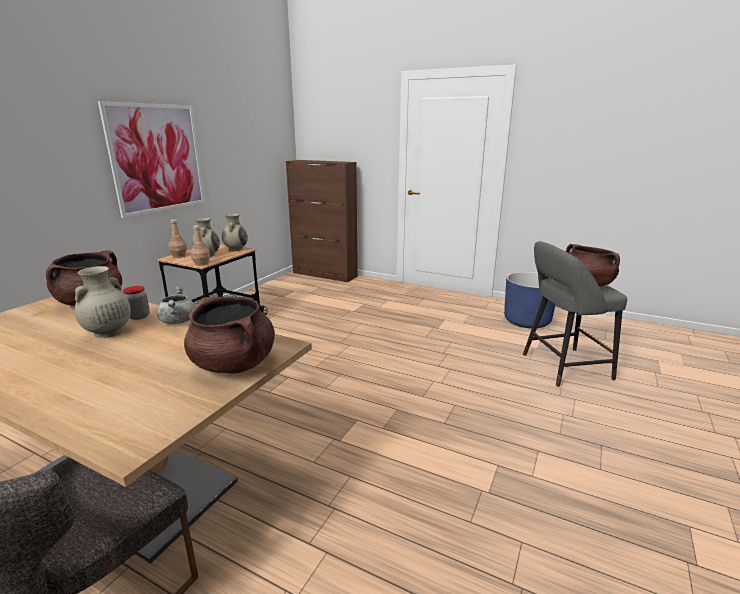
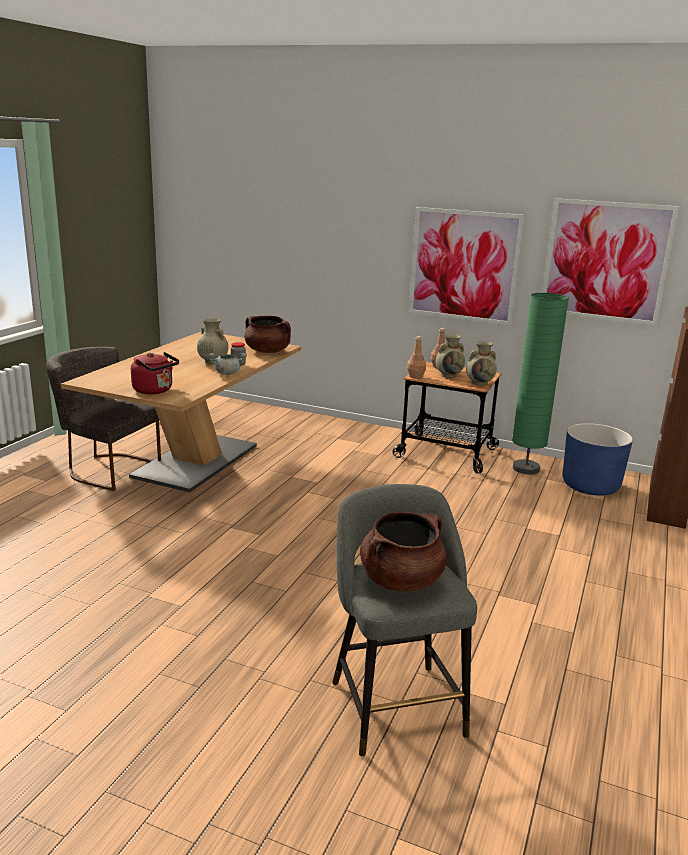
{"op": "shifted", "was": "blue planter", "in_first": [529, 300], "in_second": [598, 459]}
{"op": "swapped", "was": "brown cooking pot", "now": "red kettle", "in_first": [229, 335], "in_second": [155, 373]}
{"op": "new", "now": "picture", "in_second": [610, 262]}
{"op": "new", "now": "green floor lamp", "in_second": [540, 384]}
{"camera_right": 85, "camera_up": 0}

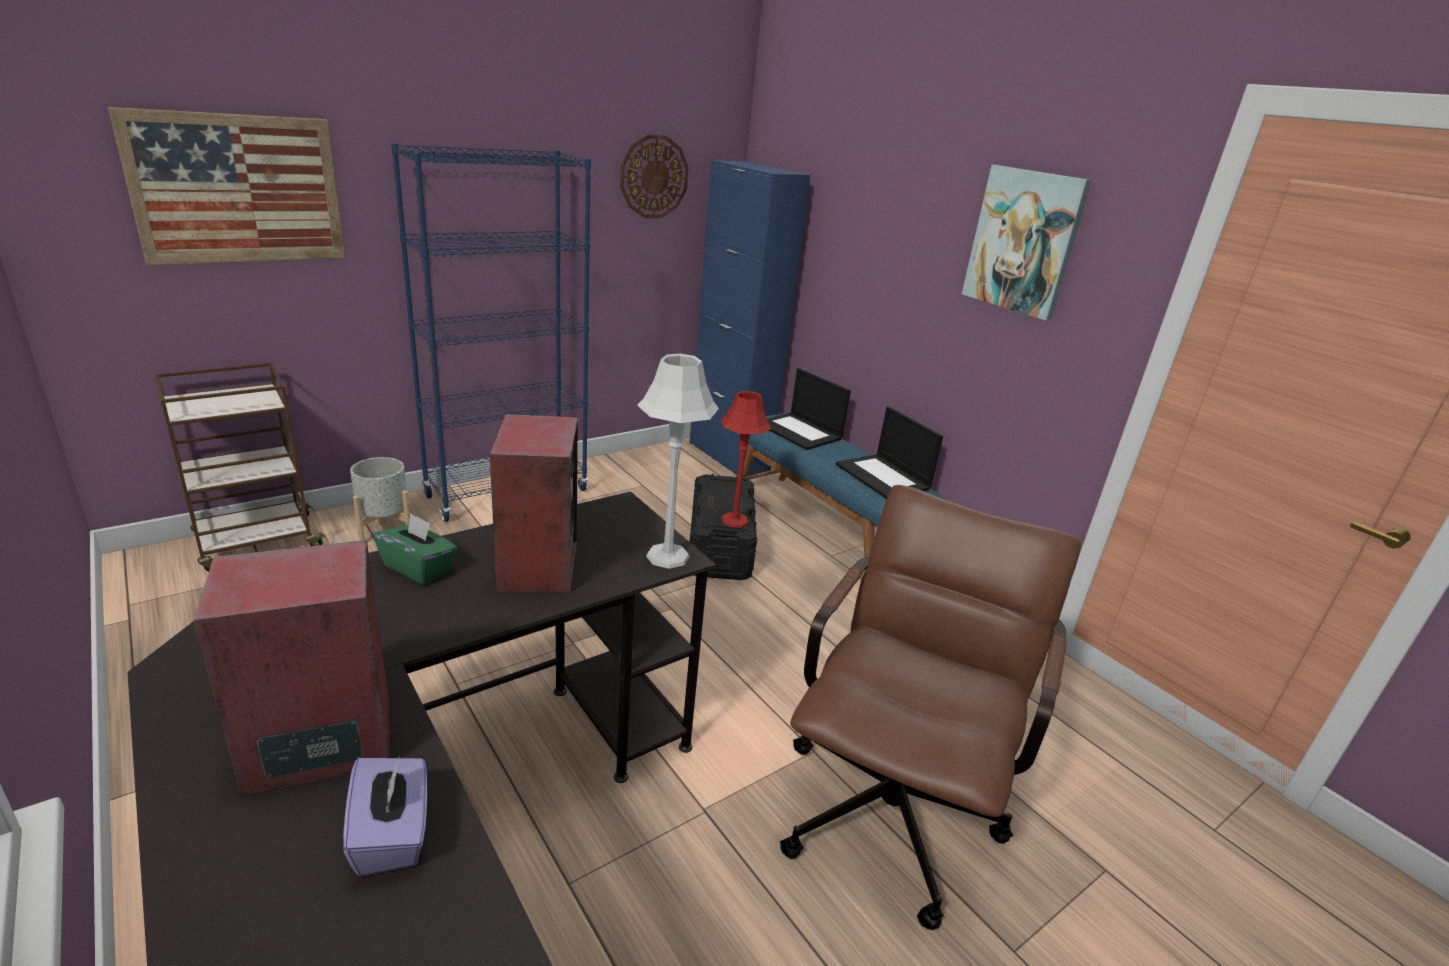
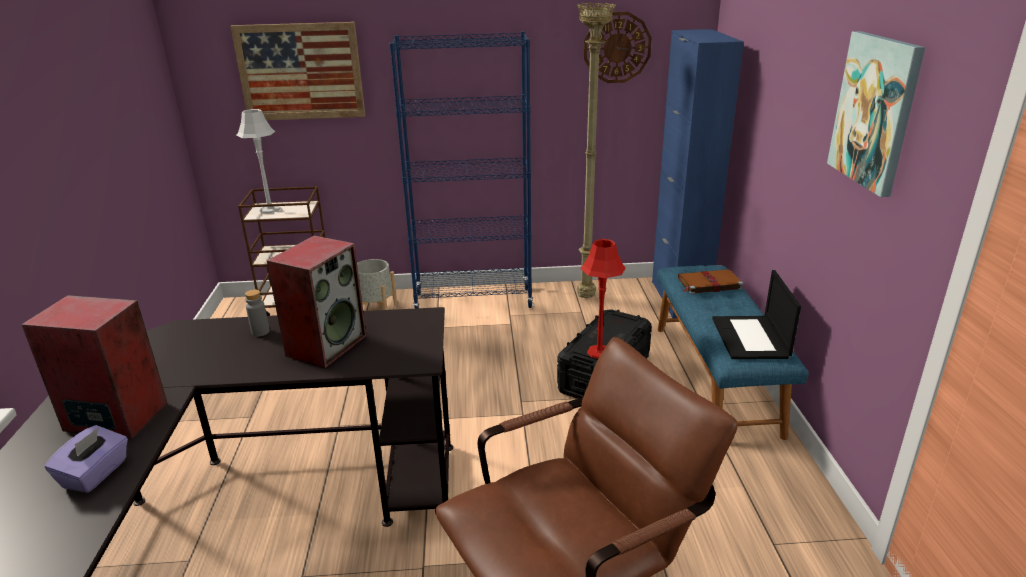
{"op": "shifted", "was": "grey table lamp", "in_first": [678, 461], "in_second": [258, 161]}
{"op": "swapped", "was": "laptop", "now": "brown book", "in_first": [809, 409], "in_second": [710, 281]}
{"op": "swapped", "was": "green tissue box", "now": "grey bottle", "in_first": [416, 549], "in_second": [257, 312]}
{"op": "new", "now": "beige floor lamp", "in_second": [596, 150]}
{"camera_right": 35, "camera_up": 0}

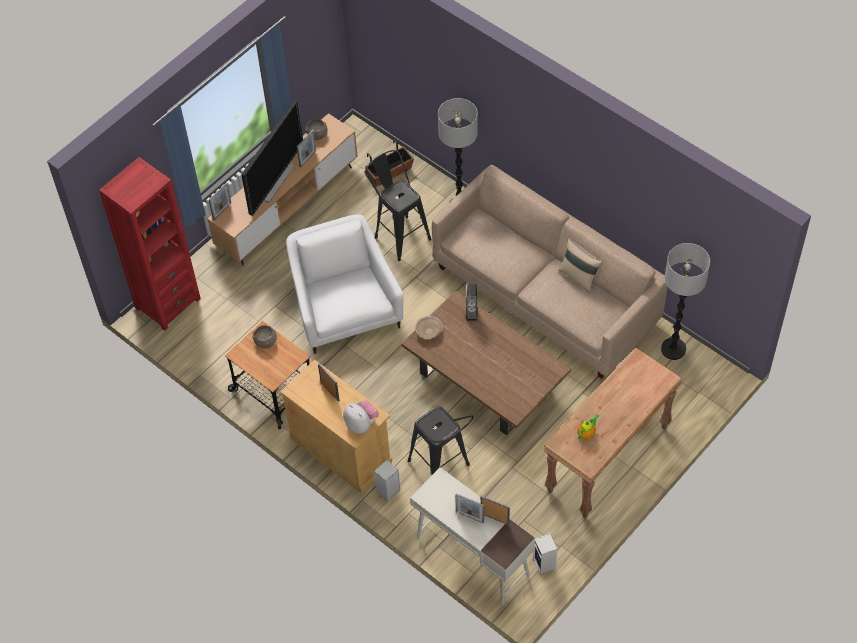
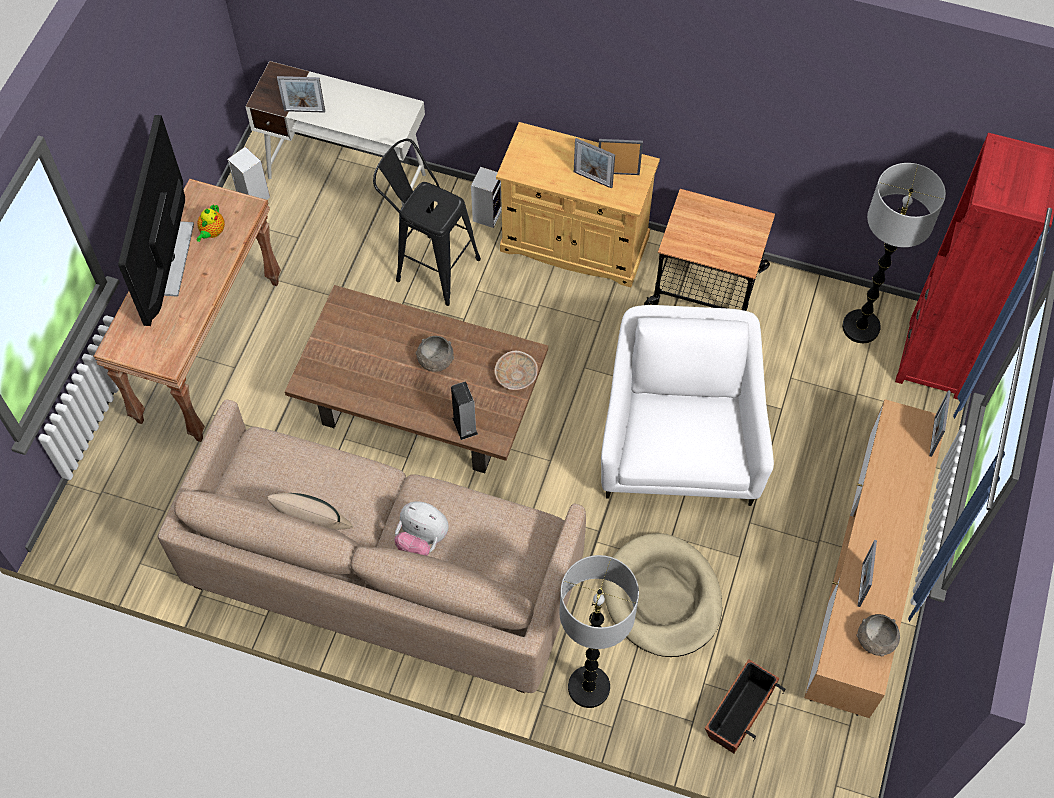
{"op": "shifted", "was": "television", "in_first": [272, 158], "in_second": [156, 220]}
{"op": "swapped", "was": "black stool", "now": "beige dog bed", "in_first": [398, 205], "in_second": [662, 595]}
{"op": "rotated", "was": "white armchair", "in_first": [345, 284], "in_second": [687, 405], "clockwise": -135}
{"op": "shifted", "was": "floor lamp", "in_first": [685, 301], "in_second": [894, 253]}
{"op": "shifted", "was": "grey bowl", "in_first": [264, 336], "in_second": [435, 354]}
{"op": "shifted", "was": "plush toy", "in_first": [361, 417], "in_second": [421, 528]}
{"op": "shifted", "was": "picture frame", "in_first": [469, 508], "in_second": [621, 157]}
{"camera_right": 155, "camera_up": 5}

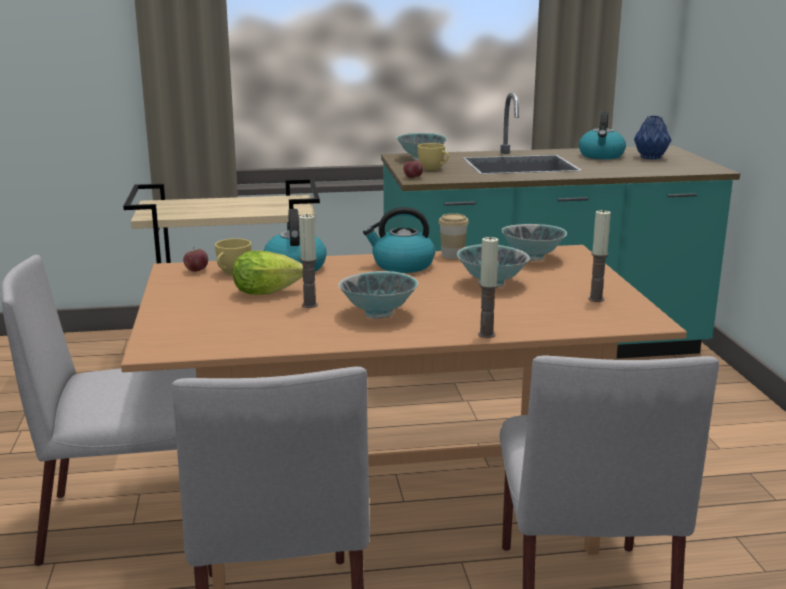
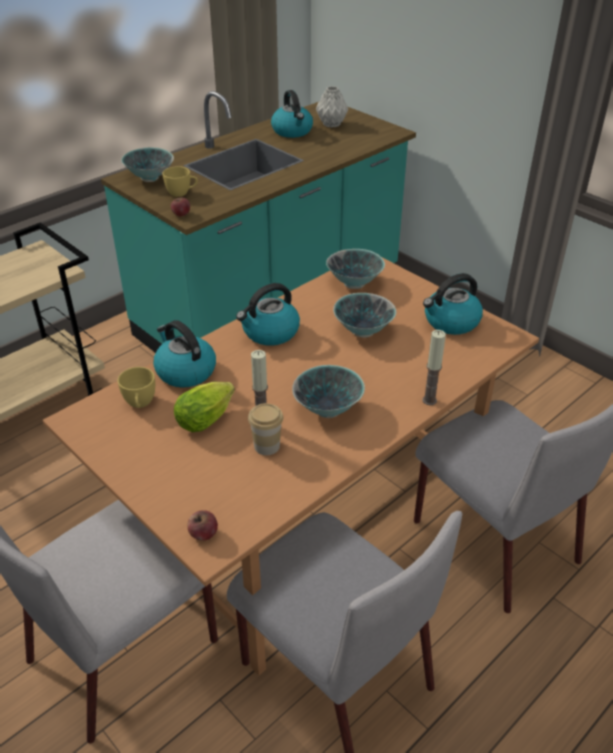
{"op": "repainted", "was": "blue vase", "now": "grey vase", "in_first": [653, 138], "in_second": [332, 107]}
{"op": "swapped", "was": "candle", "now": "kettle", "in_first": [599, 255], "in_second": [453, 304]}
{"op": "shifted", "was": "cup", "in_first": [453, 236], "in_second": [265, 429]}
{"op": "shifted", "was": "apple", "in_first": [195, 260], "in_second": [202, 525]}
{"camera_right": -35, "camera_up": 20}

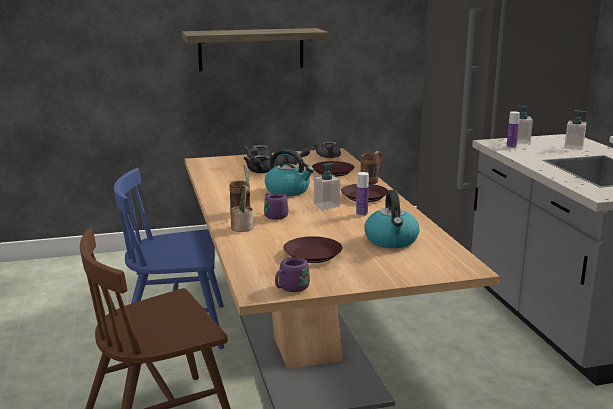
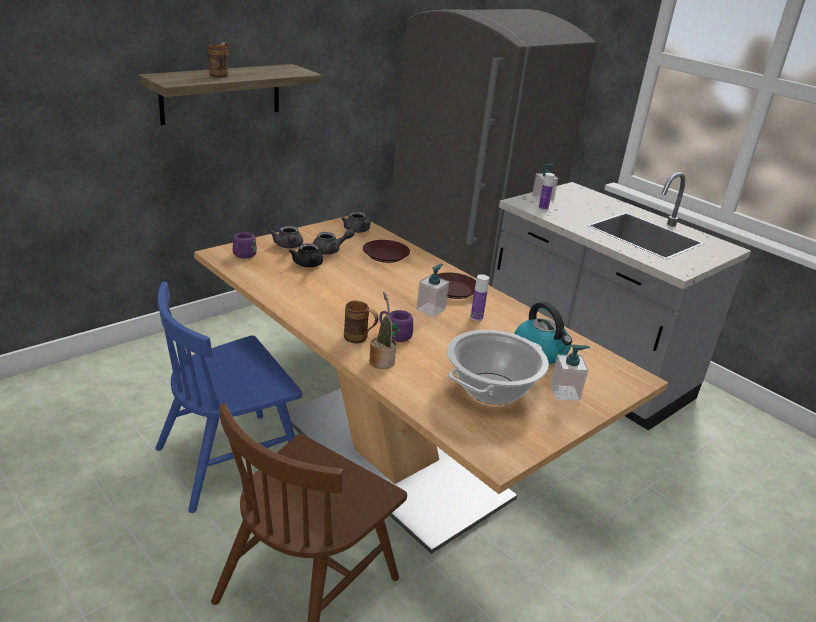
{"op": "shifted", "was": "soap dispenser", "in_first": [576, 130], "in_second": [570, 372]}
{"op": "gone", "was": "kettle", "in_first": [289, 172]}
{"op": "shifted", "was": "brown mug", "in_first": [372, 167], "in_second": [218, 60]}
{"op": "swapped", "was": "brown plate", "now": "cooking pot", "in_first": [313, 249], "in_second": [498, 367]}
{"op": "shifted", "was": "purple mug", "in_first": [292, 274], "in_second": [245, 245]}
{"camera_right": -30, "camera_up": 10}

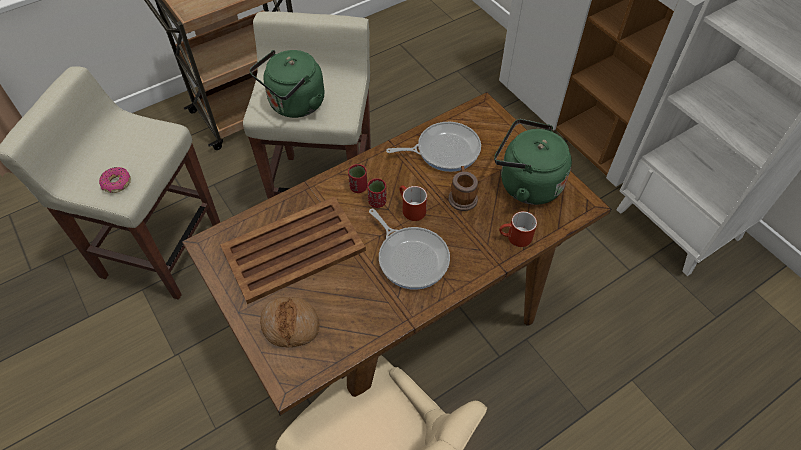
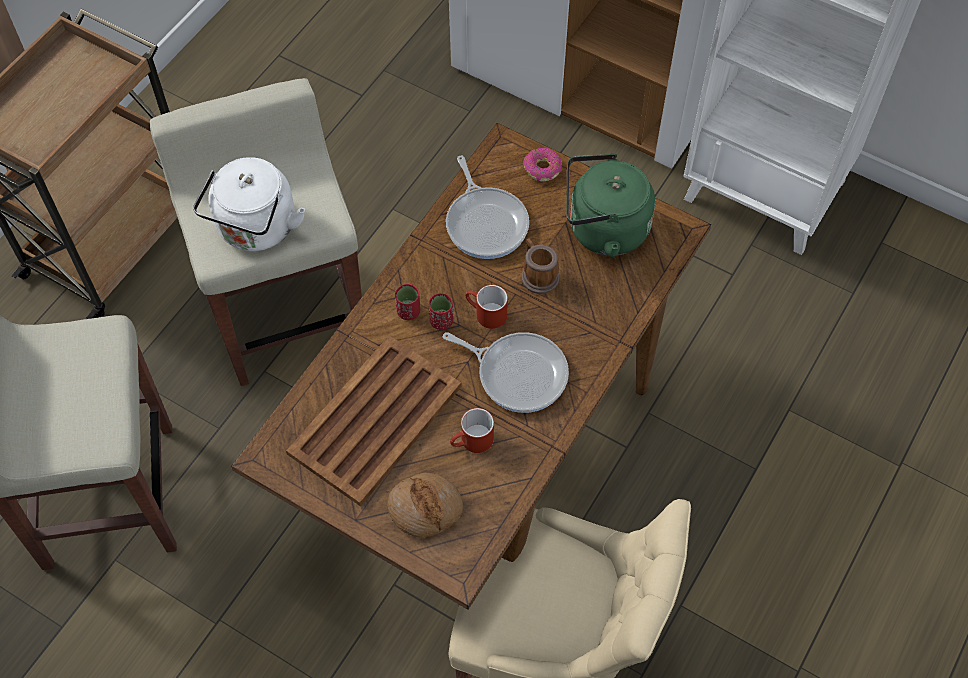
{"op": "repainted", "was": "green kettle", "now": "white kettle", "in_first": [286, 84], "in_second": [249, 204]}
{"op": "rotated", "was": "frying pan", "in_first": [433, 147], "in_second": [487, 207], "clockwise": 105}
{"op": "shifted", "was": "donut", "in_first": [115, 180], "in_second": [542, 164]}
{"op": "shifted", "was": "red mug", "in_first": [518, 229], "in_second": [472, 430]}
{"camera_right": -25, "camera_up": 5}

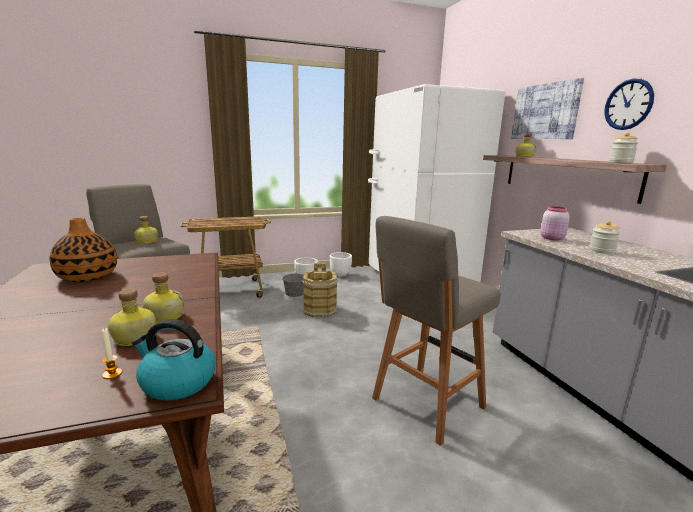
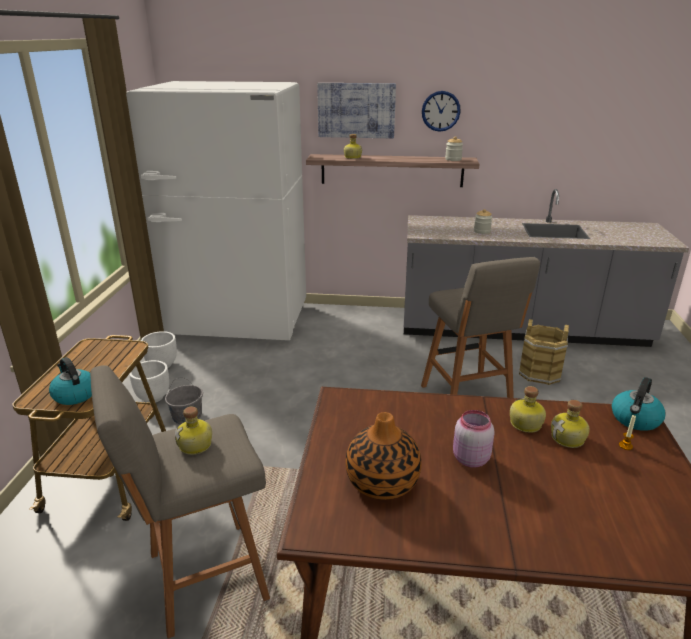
{"op": "shifted", "was": "pink jar", "in_first": [555, 223], "in_second": [473, 439]}
{"op": "shifted", "was": "brown bucket", "in_first": [320, 290], "in_second": [544, 352]}
{"op": "new", "now": "kettle", "in_second": [70, 381]}
{"camera_right": -65, "camera_up": 10}

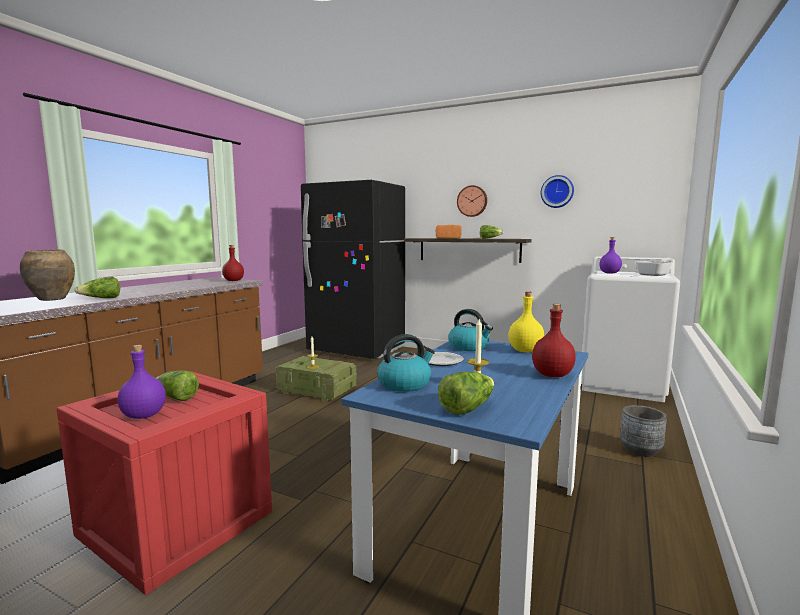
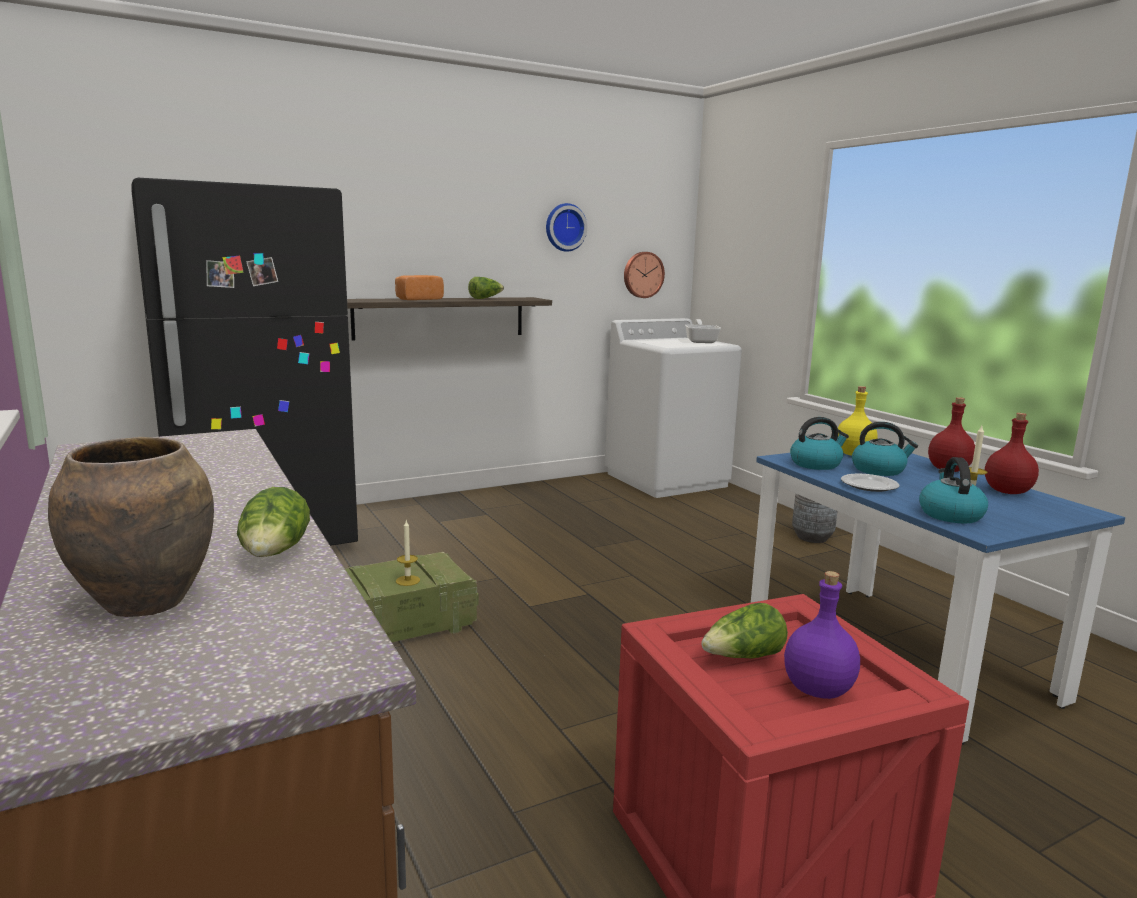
{"op": "shifted", "was": "wall clock", "in_first": [472, 201], "in_second": [644, 275]}
{"op": "gone", "was": "purple bottle", "in_first": [610, 255]}
{"op": "shifted", "was": "red bottle", "in_first": [233, 263], "in_second": [1012, 453]}
{"op": "gone", "was": "lettuce", "in_first": [466, 393]}
{"op": "new", "now": "kettle", "in_second": [885, 449]}
{"camera_right": -55, "camera_up": 5}

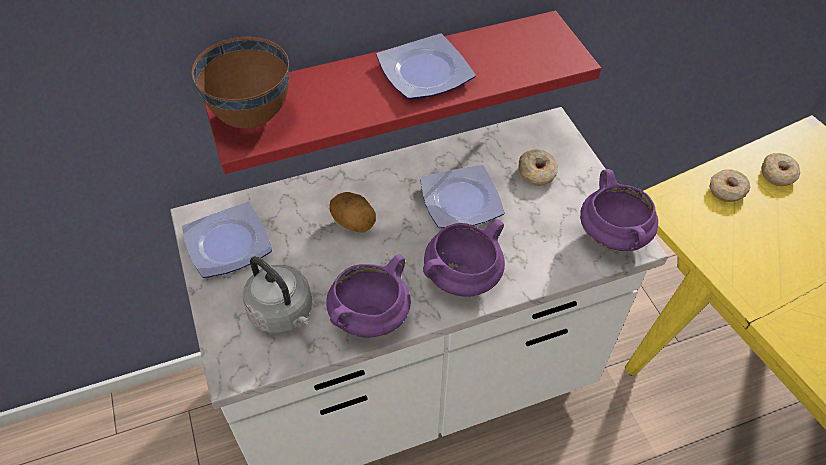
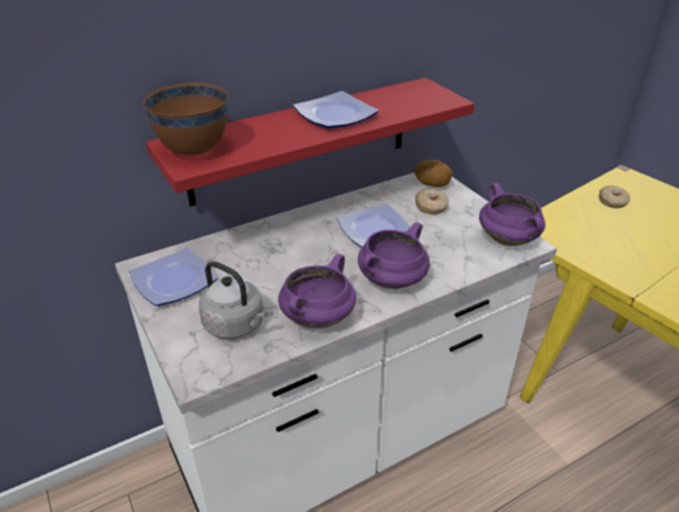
{"op": "gone", "was": "donut", "in_first": [729, 185]}
{"op": "shifted", "was": "potato", "in_first": [353, 212], "in_second": [433, 173]}
{"camera_right": -10, "camera_up": -15}

